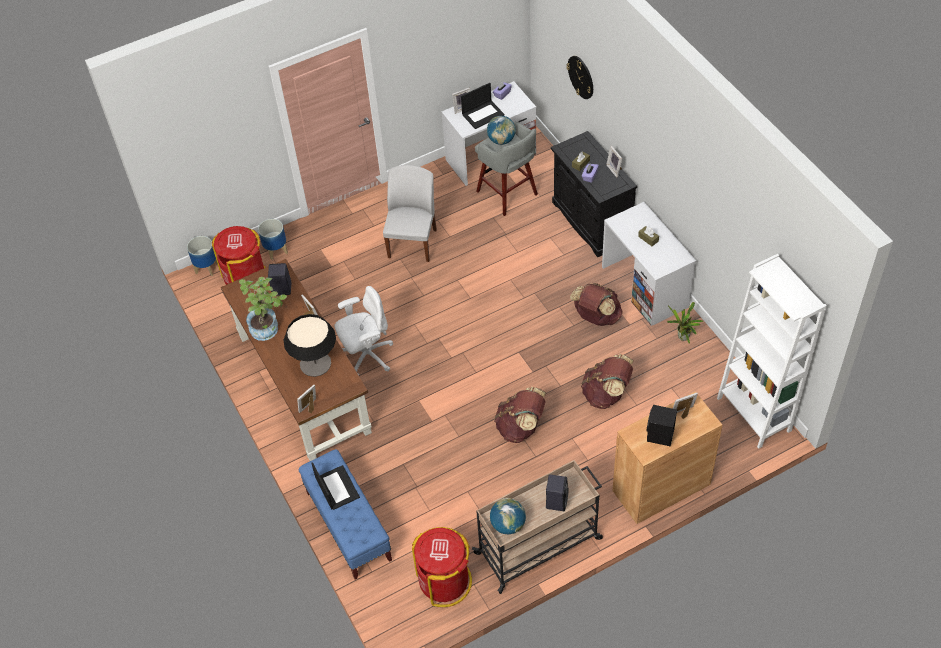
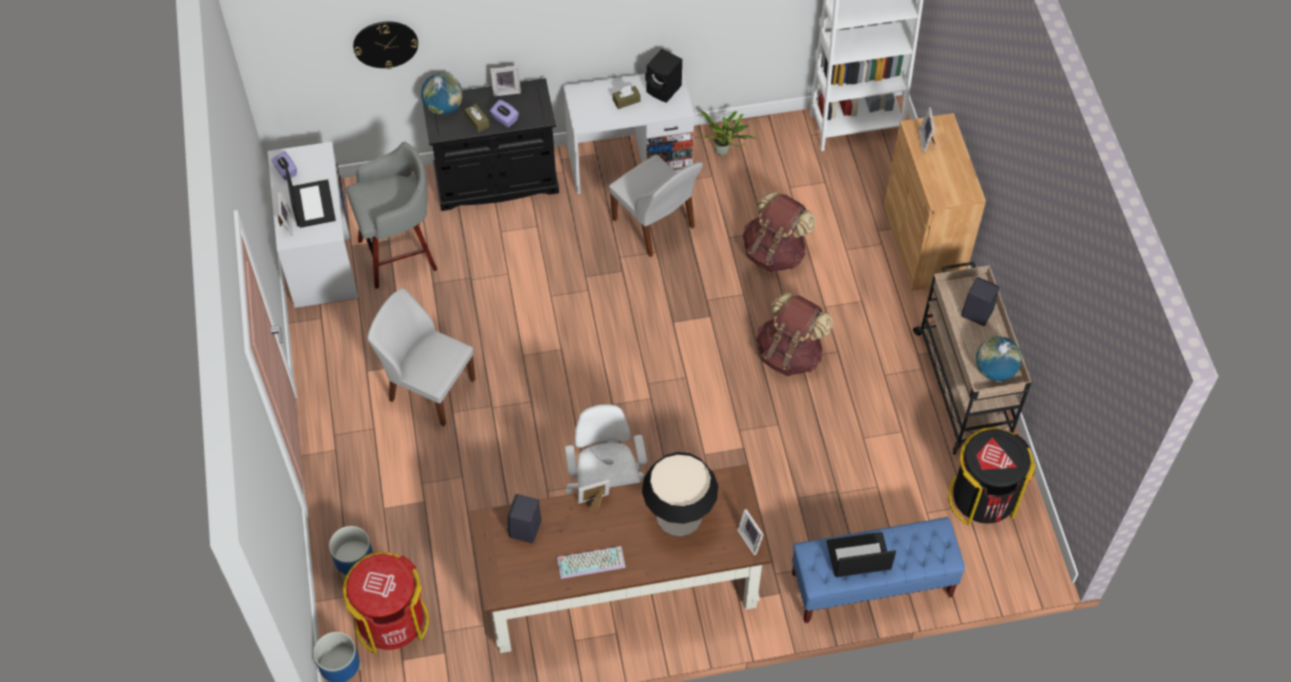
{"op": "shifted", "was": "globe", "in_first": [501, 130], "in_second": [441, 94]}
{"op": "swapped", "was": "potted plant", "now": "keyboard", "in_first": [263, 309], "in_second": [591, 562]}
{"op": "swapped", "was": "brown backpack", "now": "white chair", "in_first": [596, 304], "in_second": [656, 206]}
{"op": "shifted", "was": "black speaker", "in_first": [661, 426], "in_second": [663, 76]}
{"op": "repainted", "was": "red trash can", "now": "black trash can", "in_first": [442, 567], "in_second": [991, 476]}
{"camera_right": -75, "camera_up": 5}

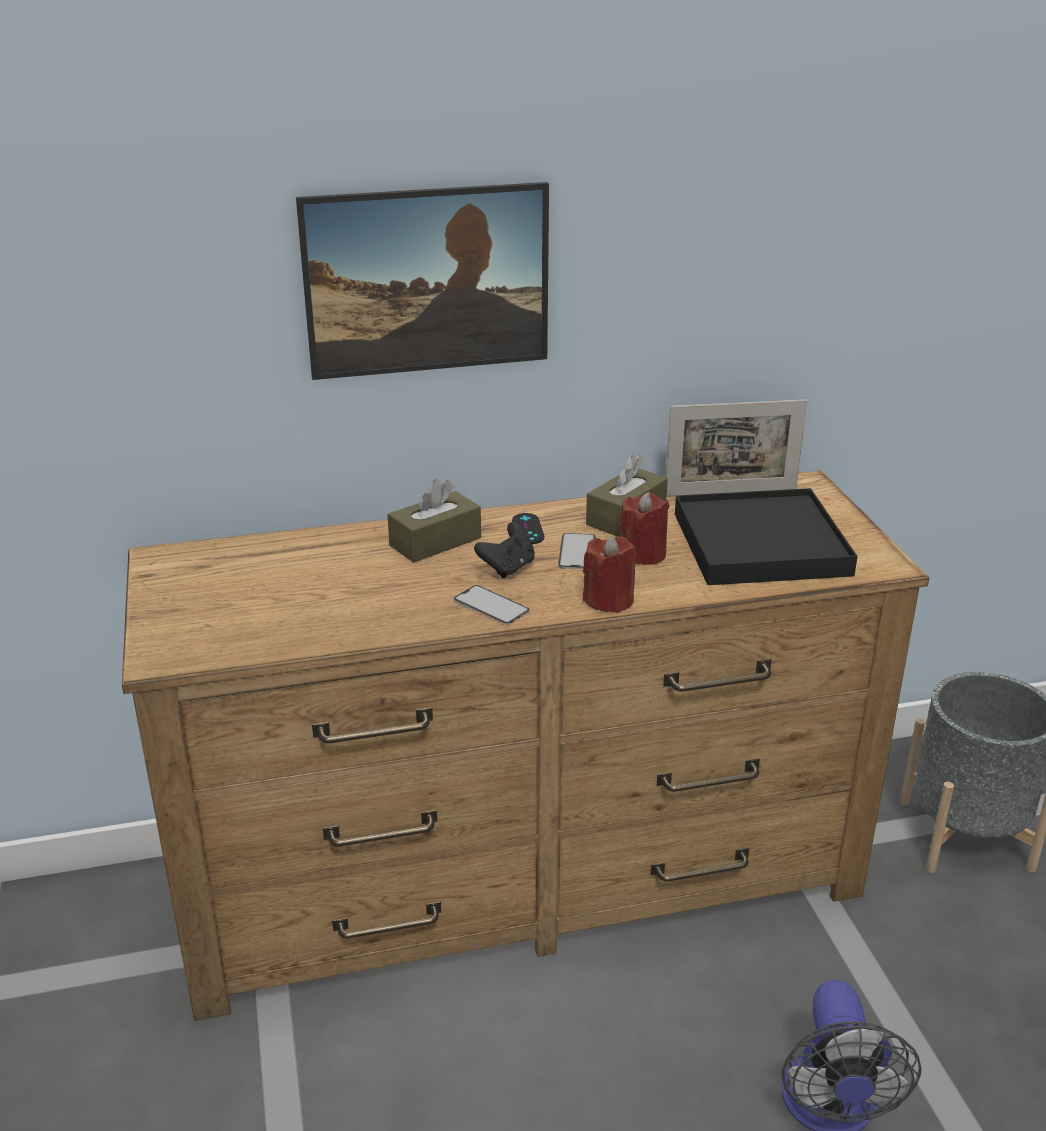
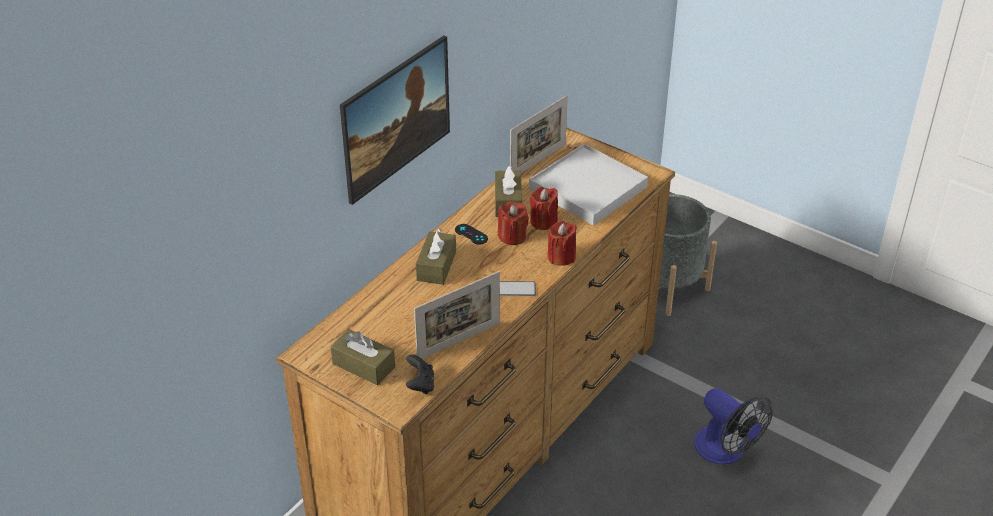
{"op": "repainted", "was": "black tray", "now": "white tray", "in_first": [766, 536], "in_second": [588, 184]}
{"op": "shifted", "was": "black game controller", "in_first": [504, 550], "in_second": [420, 374]}
{"op": "swapped", "was": "phone", "now": "red candle", "in_first": [577, 551], "in_second": [513, 223]}
{"op": "new", "now": "picture frame", "in_second": [457, 315]}
{"op": "new", "now": "brown tissue box", "in_second": [363, 357]}
{"camera_right": -40, "camera_up": 10}

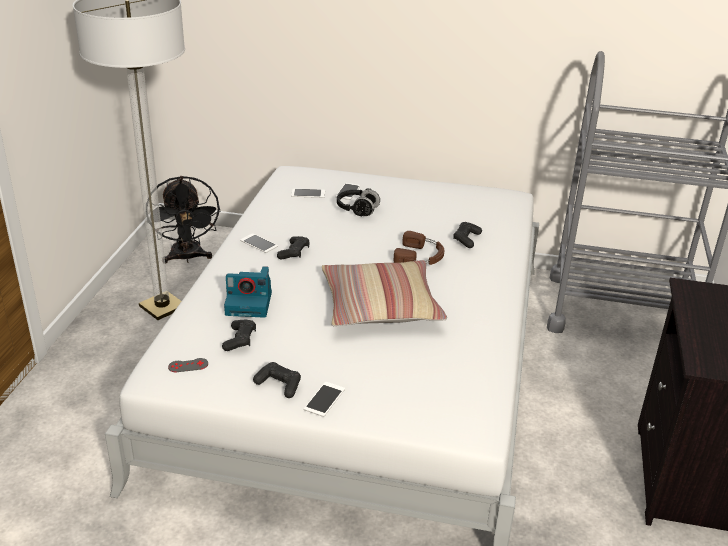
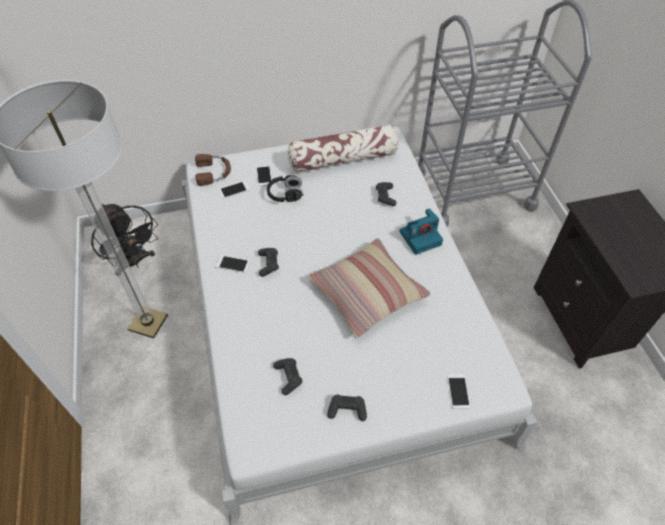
{"op": "shifted", "was": "brown headphones", "in_first": [419, 248], "in_second": [213, 170]}
{"op": "shifted", "was": "photo camera", "in_first": [248, 292], "in_second": [421, 231]}
{"op": "gone", "was": "grey game controller", "in_first": [188, 365]}
{"op": "shifted", "was": "phone", "in_first": [324, 399], "in_second": [459, 391]}
{"op": "new", "now": "pillow", "in_second": [342, 148]}
{"camera_right": -25, "camera_up": 20}

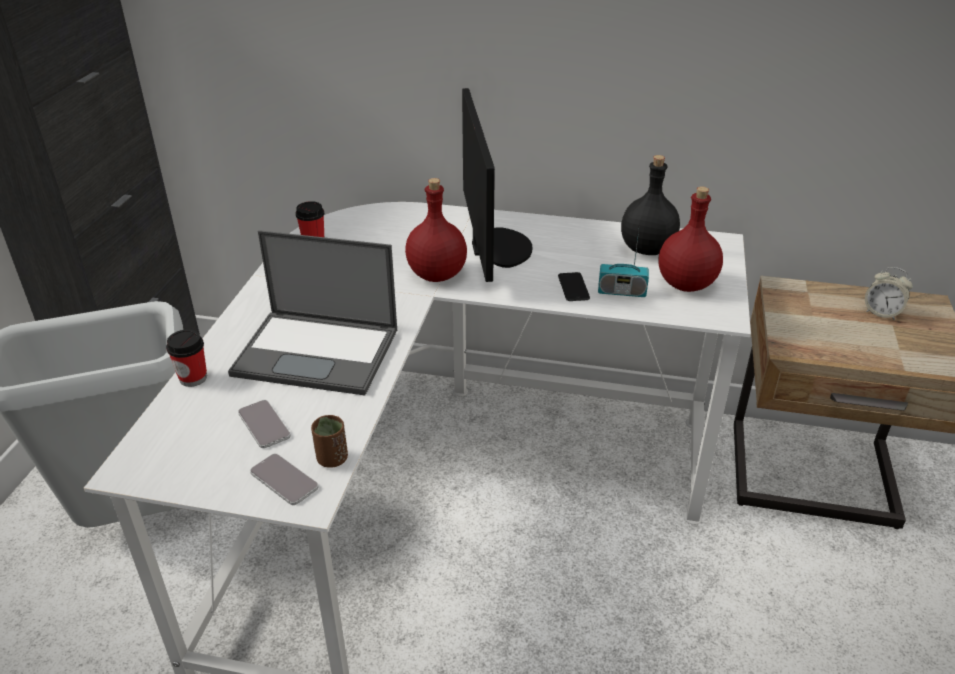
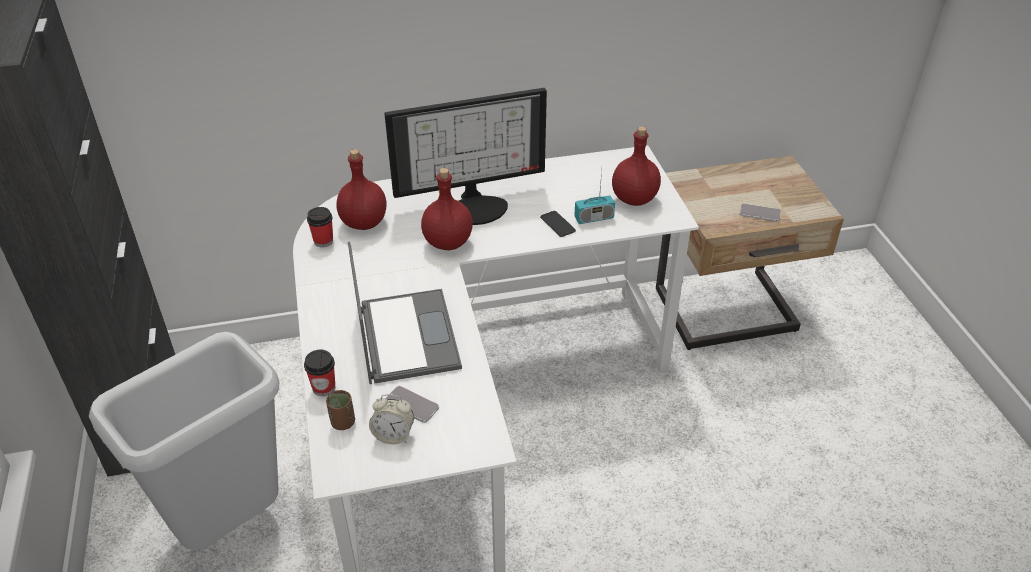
{"op": "rotated", "was": "monitor", "in_first": [497, 185], "in_second": [465, 156], "clockwise": 105}
{"op": "gone", "was": "black bottle", "in_first": [650, 205]}
{"op": "rotated", "was": "laptop", "in_first": [312, 312], "in_second": [405, 313], "clockwise": -90}
{"op": "shifted", "was": "alarm clock", "in_first": [889, 293], "in_second": [391, 419]}
{"op": "shifted", "was": "brown cup", "in_first": [329, 441], "in_second": [340, 410]}
{"op": "shifted", "was": "phone", "in_first": [284, 479], "in_second": [760, 212]}
{"op": "new", "now": "red bottle", "in_second": [361, 189]}
{"camera_right": -25, "camera_up": 5}

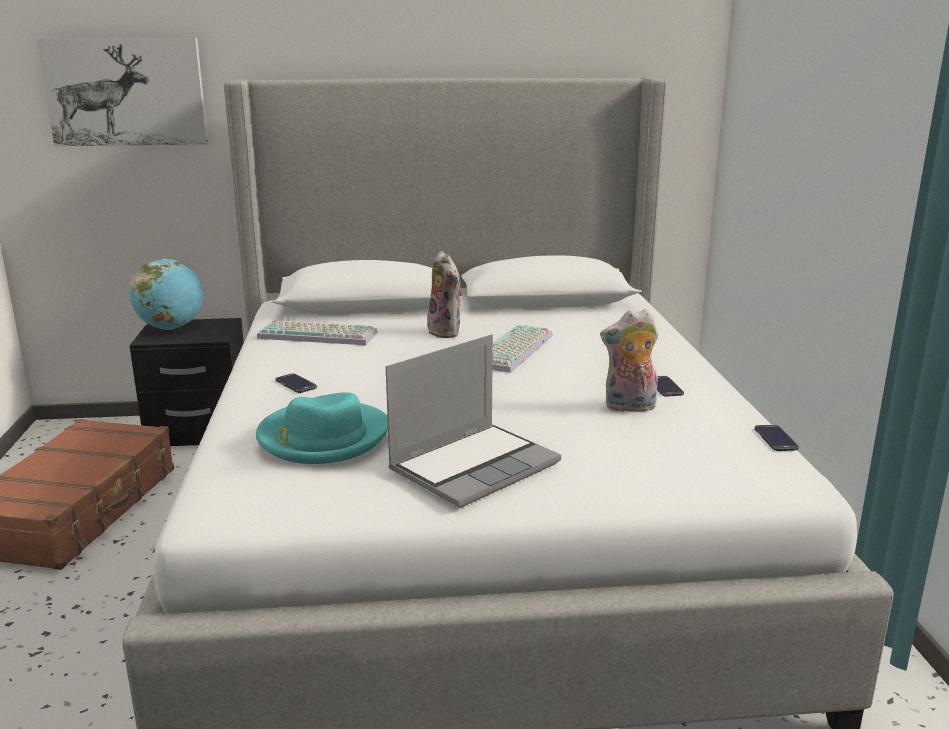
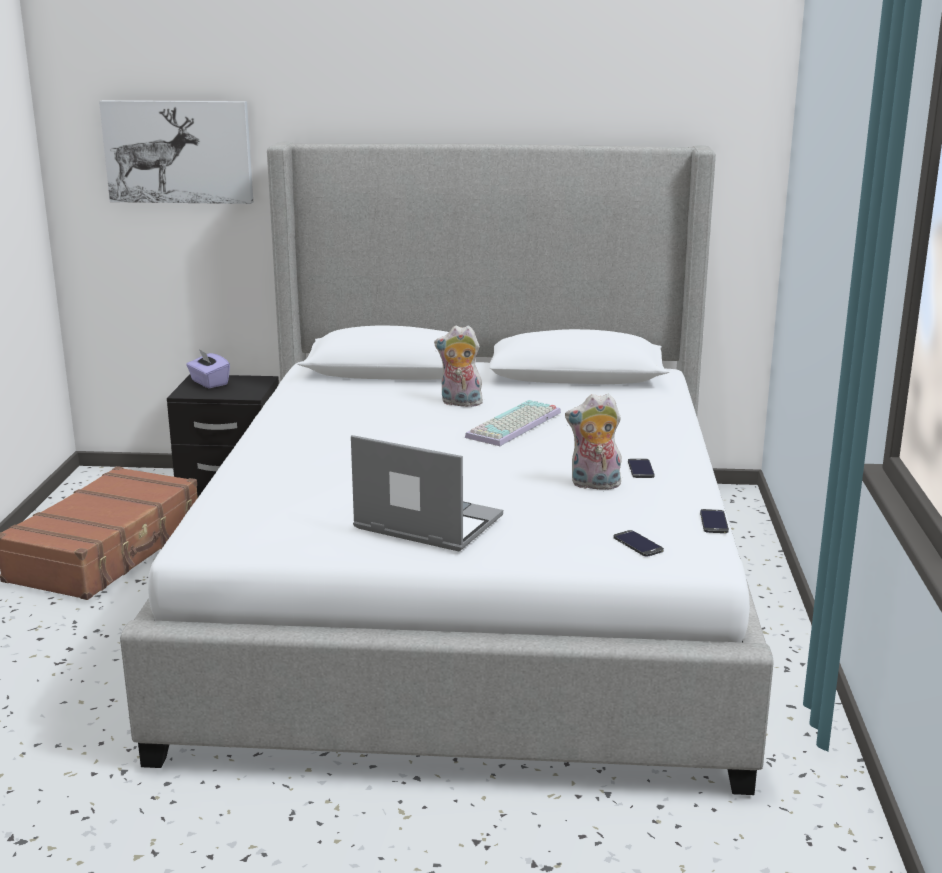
{"op": "rotated", "was": "plush toy", "in_first": [445, 294], "in_second": [458, 366], "clockwise": 120}
{"op": "swapped", "was": "globe", "now": "purple tissue box", "in_first": [166, 294], "in_second": [208, 368]}
{"op": "gone", "was": "keyboard", "in_first": [317, 332]}
{"op": "rotated", "was": "laptop", "in_first": [473, 421], "in_second": [427, 493], "clockwise": -120}
{"op": "shifted", "was": "phone", "in_first": [296, 383], "in_second": [638, 543]}
{"op": "gone", "was": "turquoise hat", "in_first": [322, 428]}
{"camera_right": 10, "camera_up": 0}

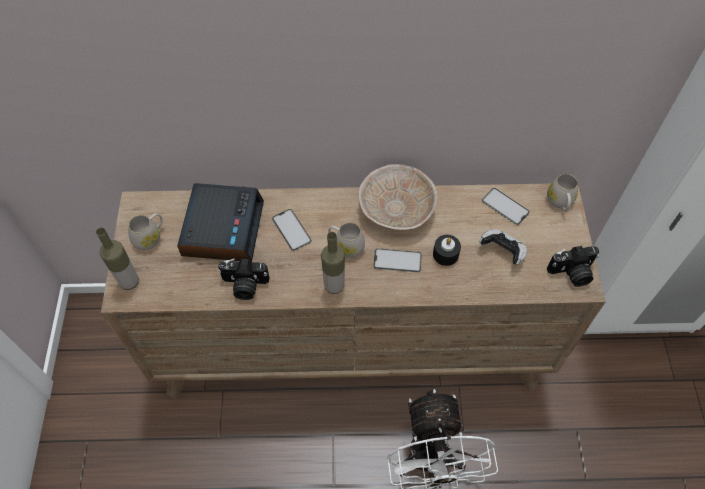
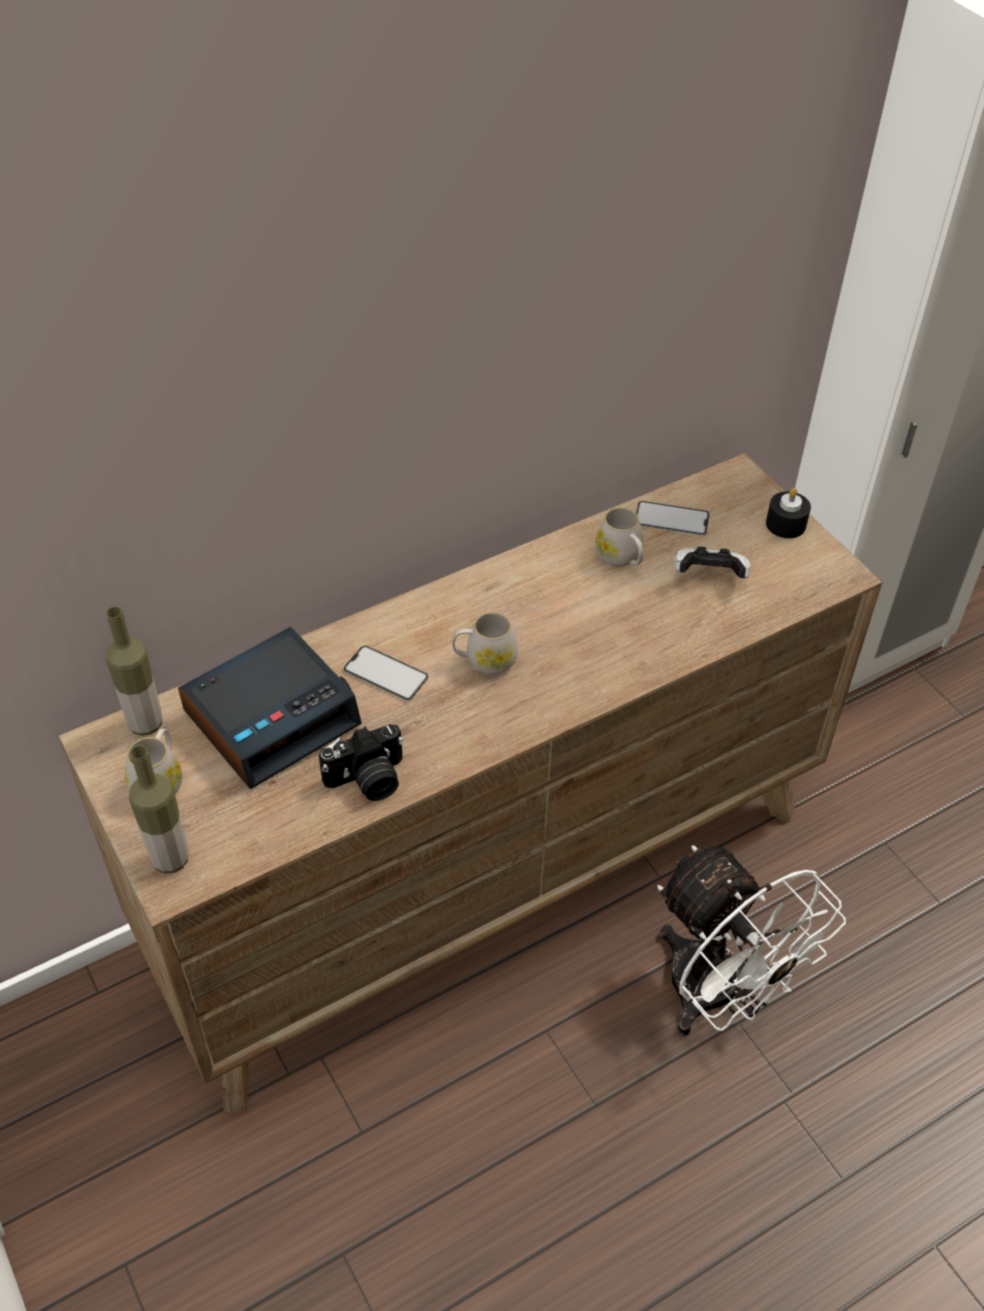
{"op": "gone", "was": "beige bowl", "in_first": [398, 197]}
{"op": "shifted", "was": "white mug", "in_first": [562, 192], "in_second": [619, 537]}
{"op": "rotated", "was": "alarm clock", "in_first": [220, 222], "in_second": [270, 708], "clockwise": 75}
{"op": "shifted", "was": "bottle", "in_first": [333, 263], "in_second": [134, 671]}
{"op": "shifted", "was": "black candle", "in_first": [447, 250], "in_second": [788, 513]}
{"op": "gone", "was": "photo camera", "in_first": [573, 266]}
{"op": "gone", "was": "phone", "in_first": [397, 260]}
{"camera_right": -30, "camera_up": -10}

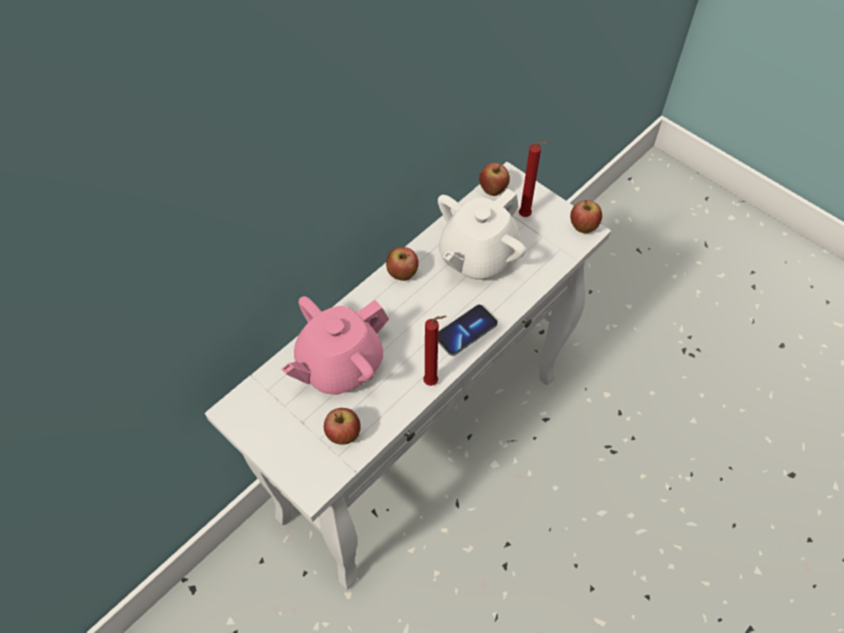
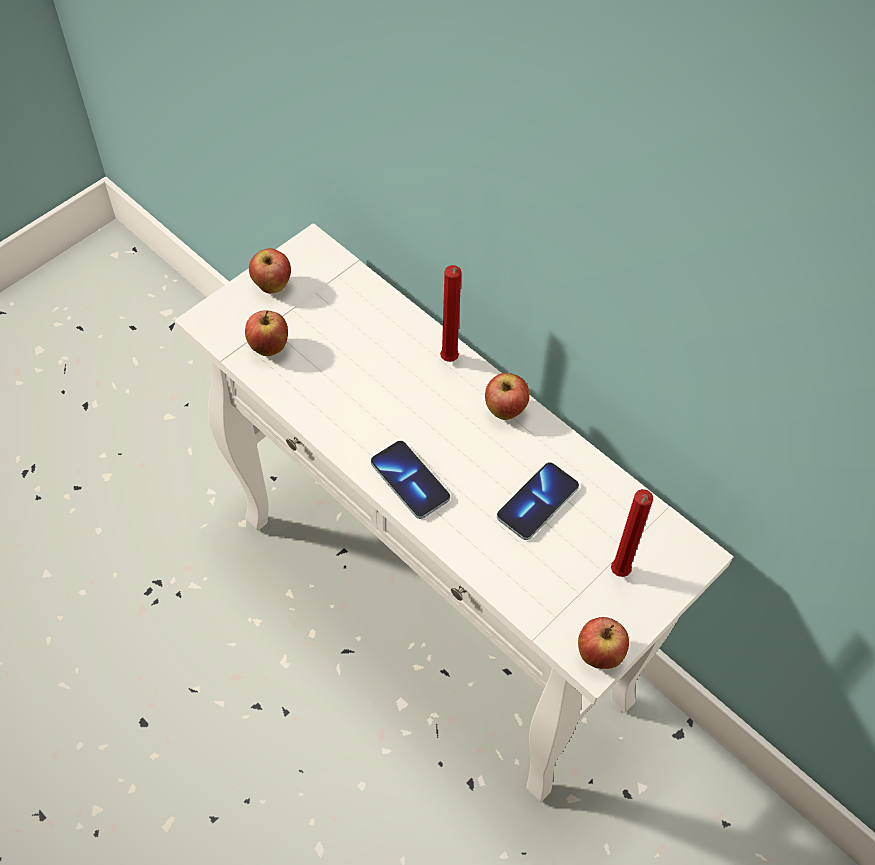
{"op": "shifted", "was": "apple", "in_first": [494, 179], "in_second": [270, 270]}
{"op": "swapped", "was": "white teapot", "now": "phone", "in_first": [482, 235], "in_second": [538, 501]}
{"op": "gone", "was": "pink teapot", "in_first": [335, 345]}
{"op": "shifted", "was": "red candle", "in_first": [434, 351], "in_second": [450, 313]}
{"camera_right": 90, "camera_up": 0}

